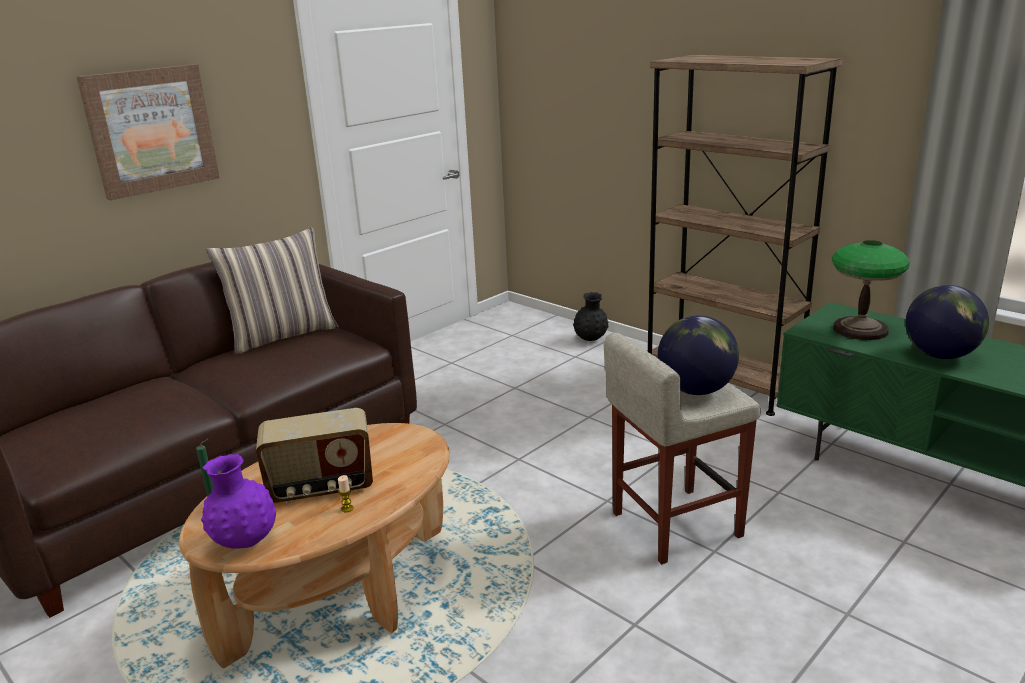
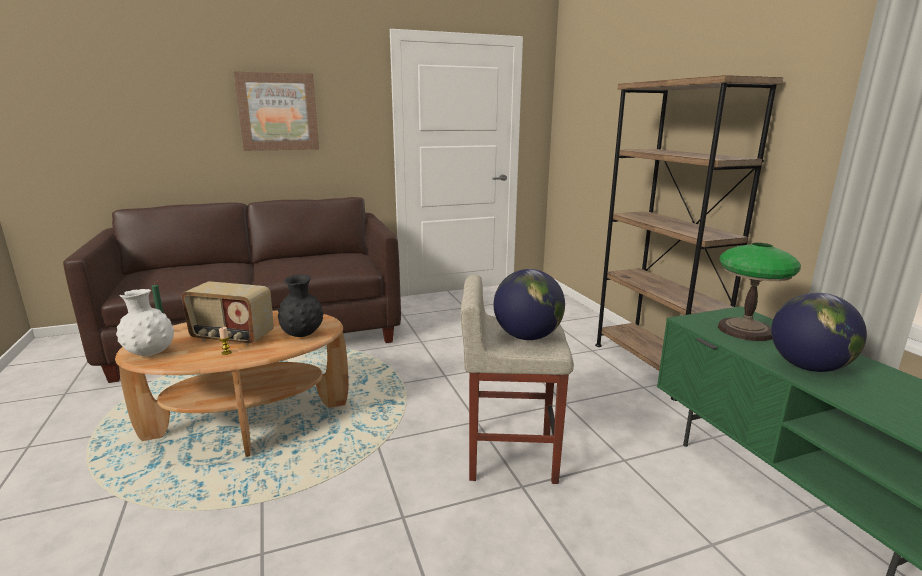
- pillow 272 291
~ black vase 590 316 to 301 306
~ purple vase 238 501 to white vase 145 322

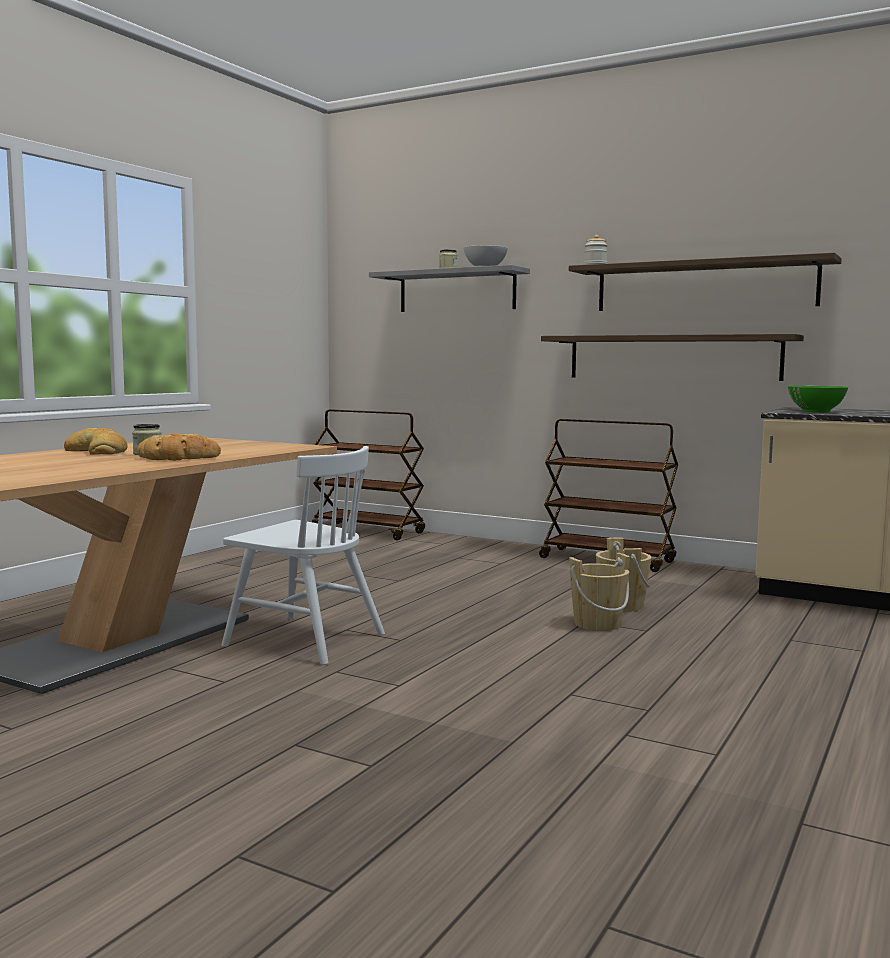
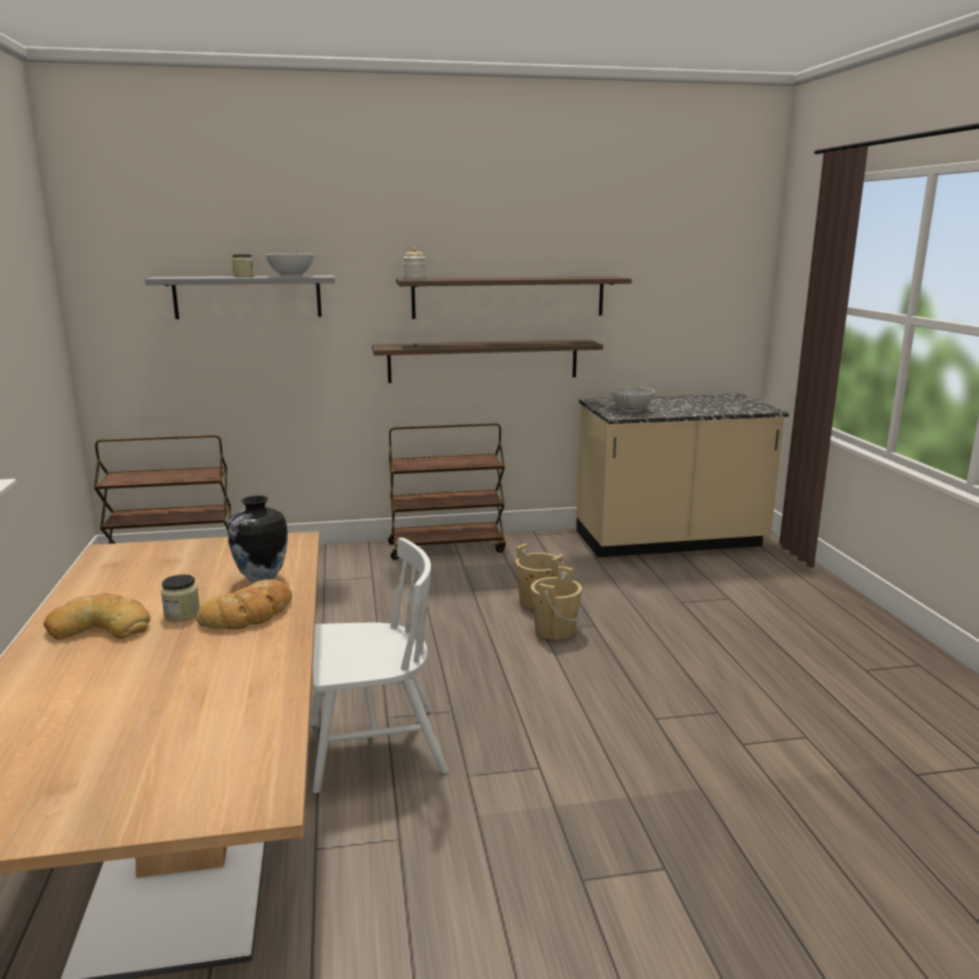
+ vase 257 539
~ green bowl 818 399 to white bowl 632 399

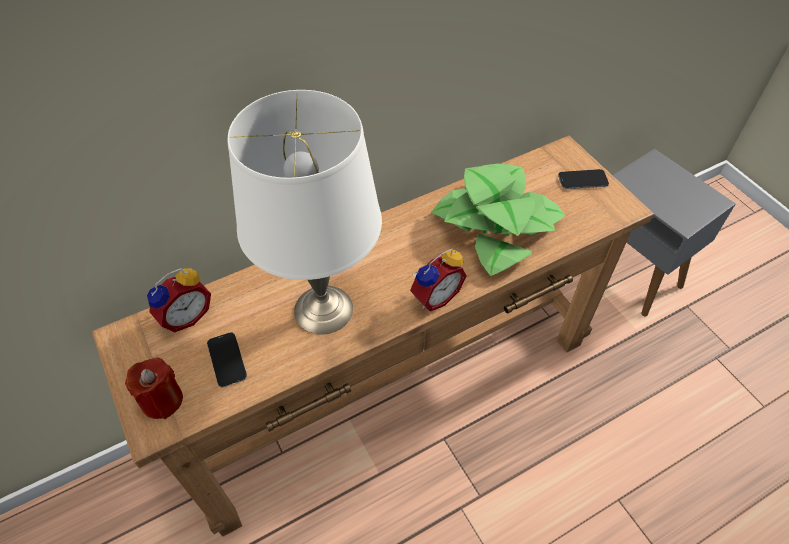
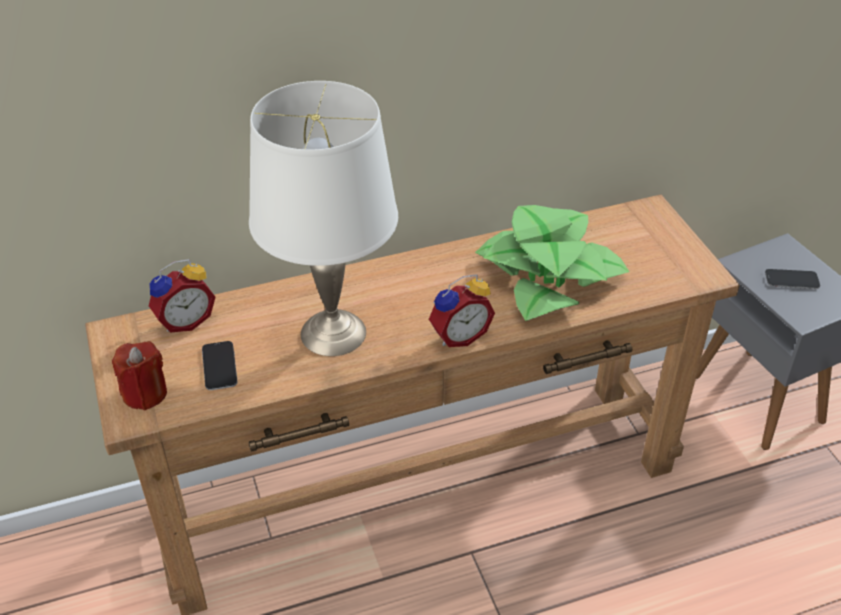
~ phone 583 179 to 792 279

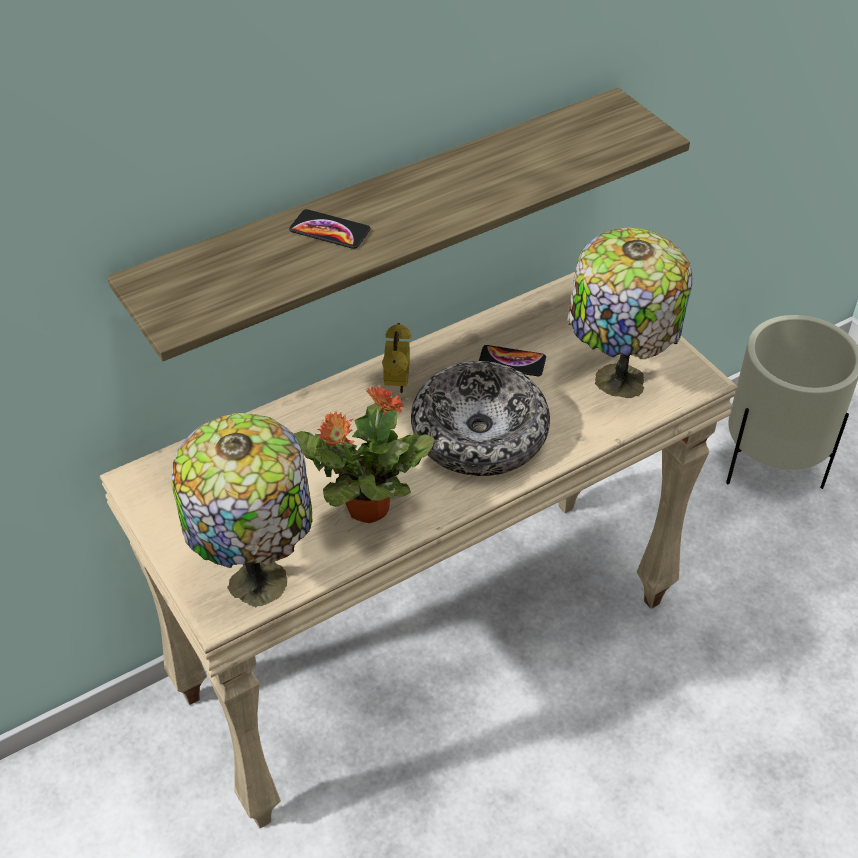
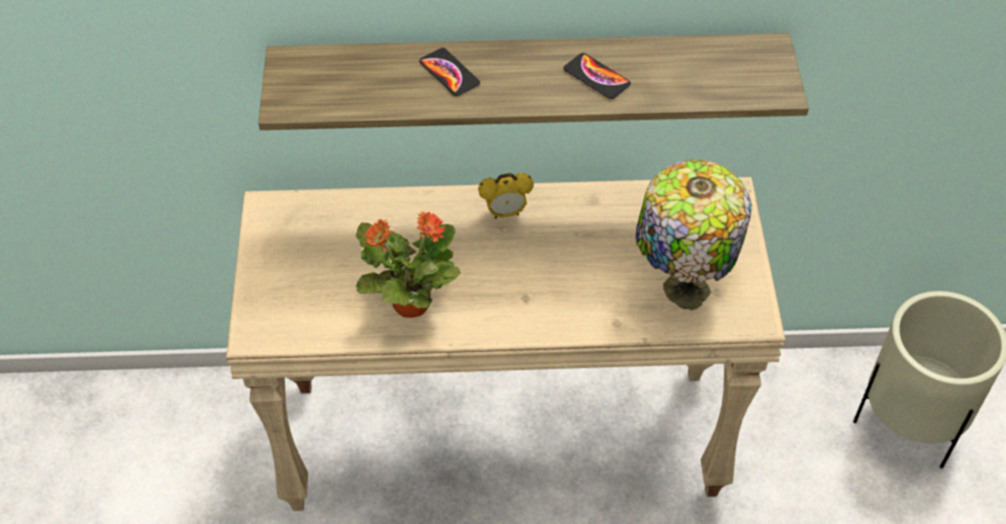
- table lamp 242 510
- bowl 480 418
~ phone 512 360 to 597 76
~ alarm clock 396 358 = 506 196 45 degrees clockwise

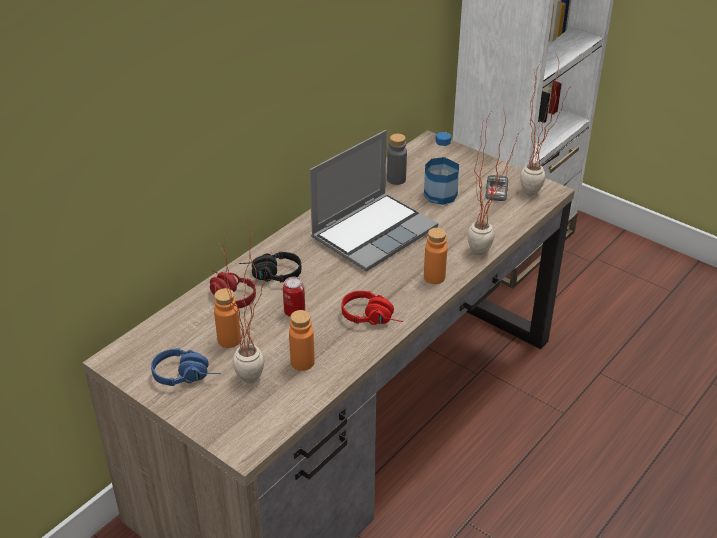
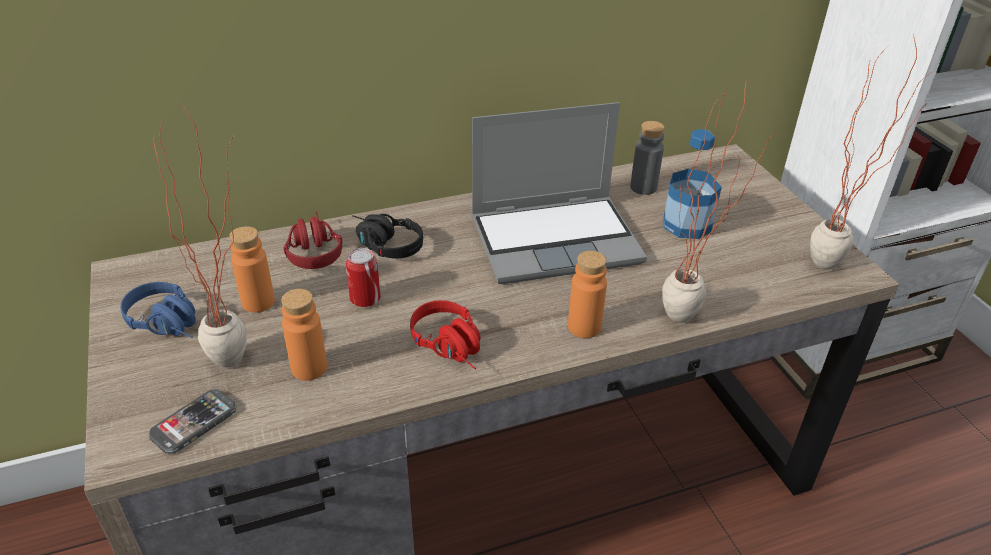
~ phone 496 188 to 192 421

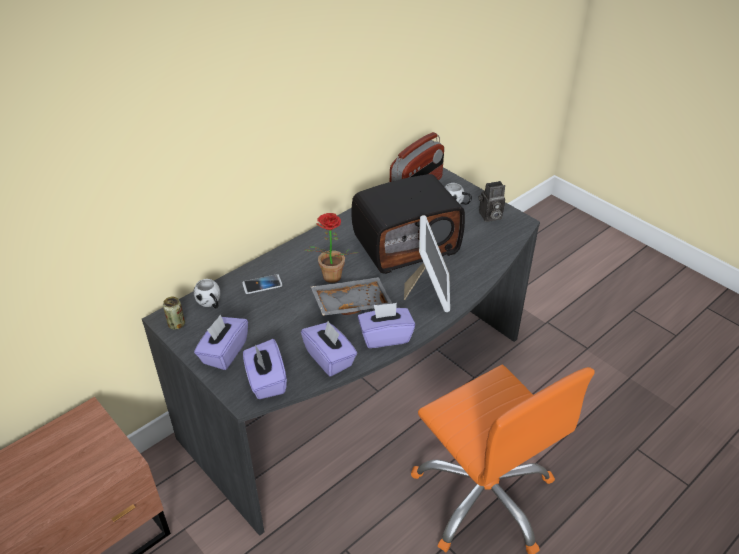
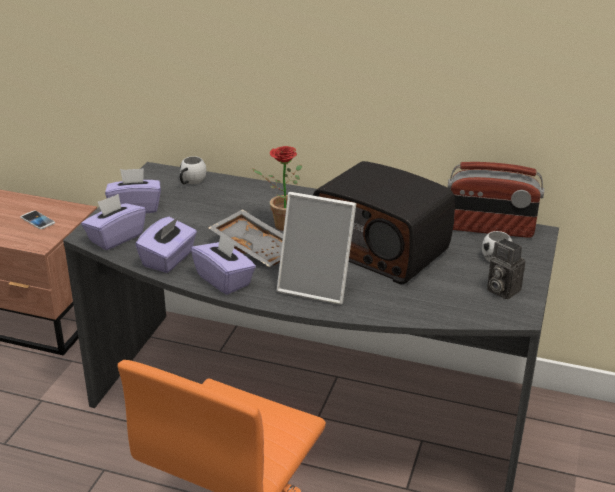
- can 174 313
~ phone 262 284 to 37 219
~ picture frame 427 263 = 316 248 45 degrees clockwise

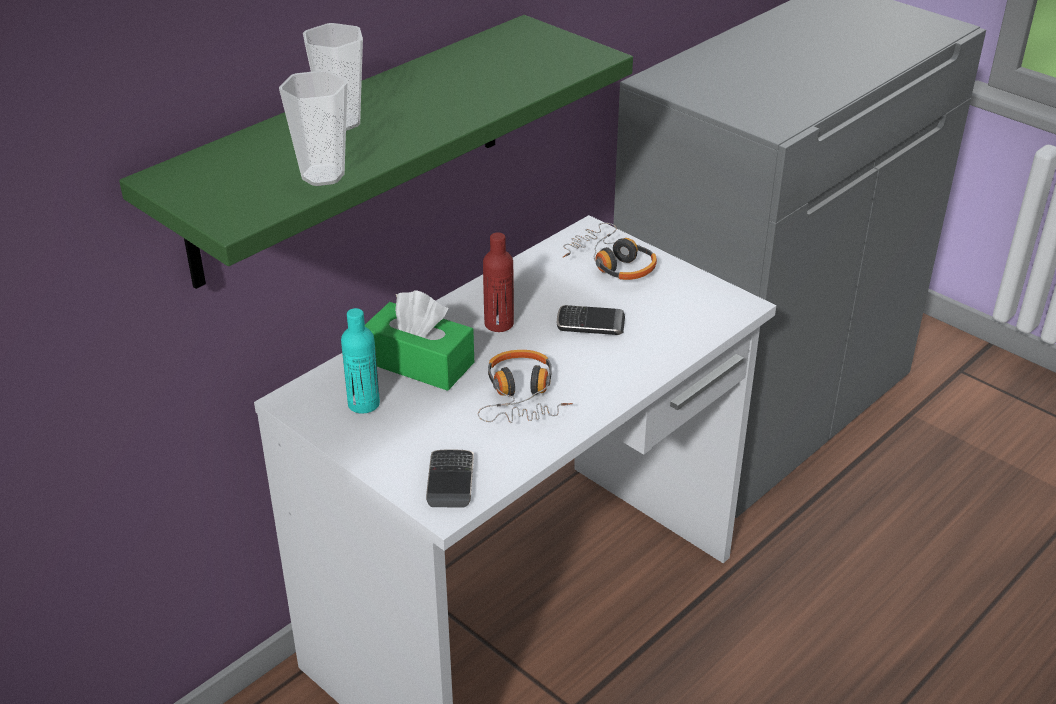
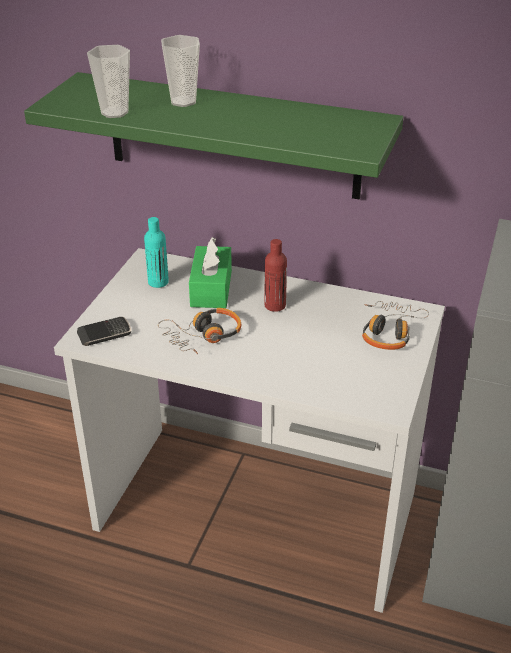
- phone 591 320

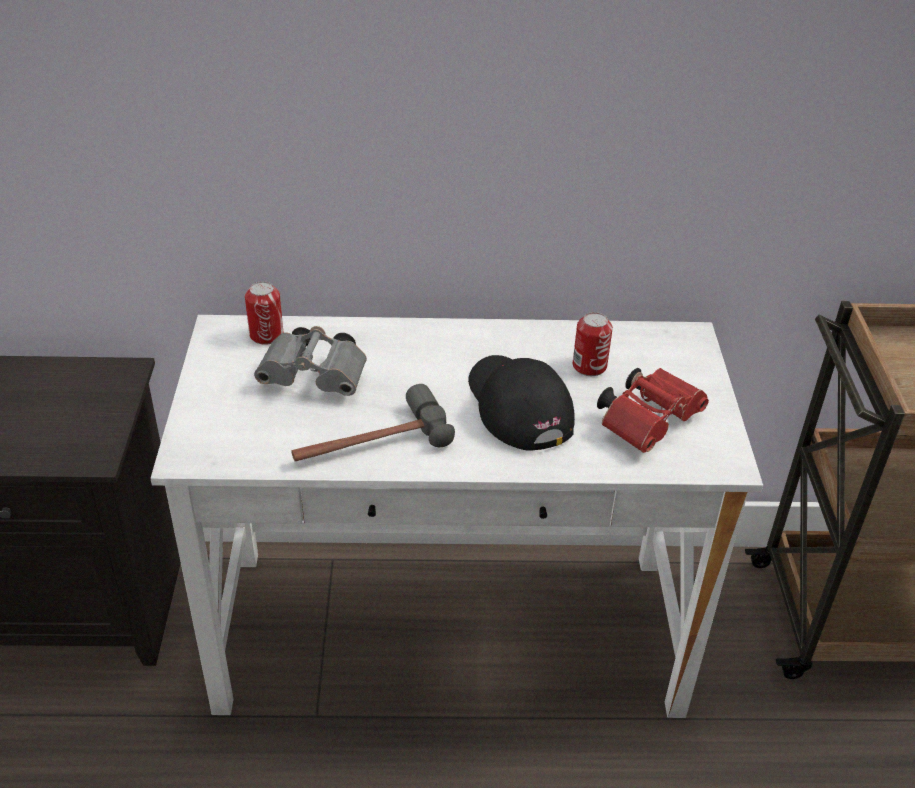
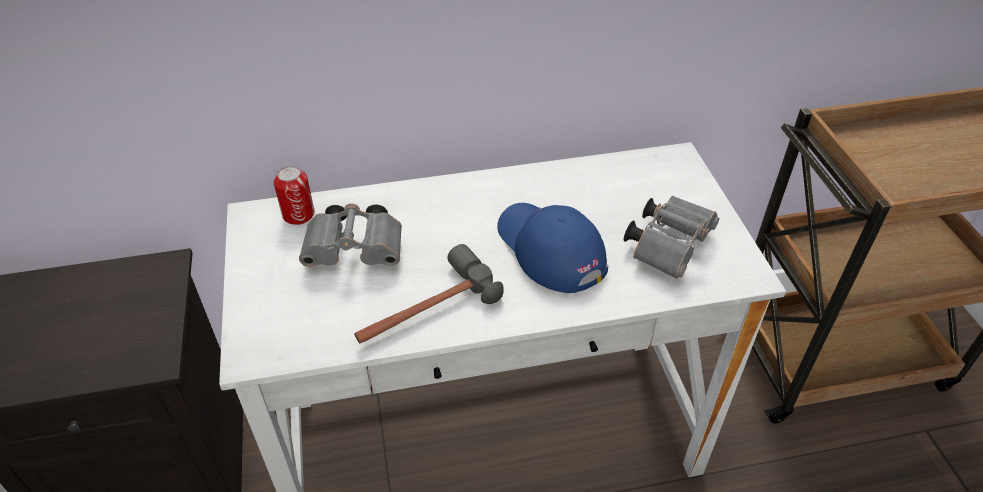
- can 593 344
~ black cap 521 403 to blue cap 552 248
~ red binoculars 653 410 to grey binoculars 671 237

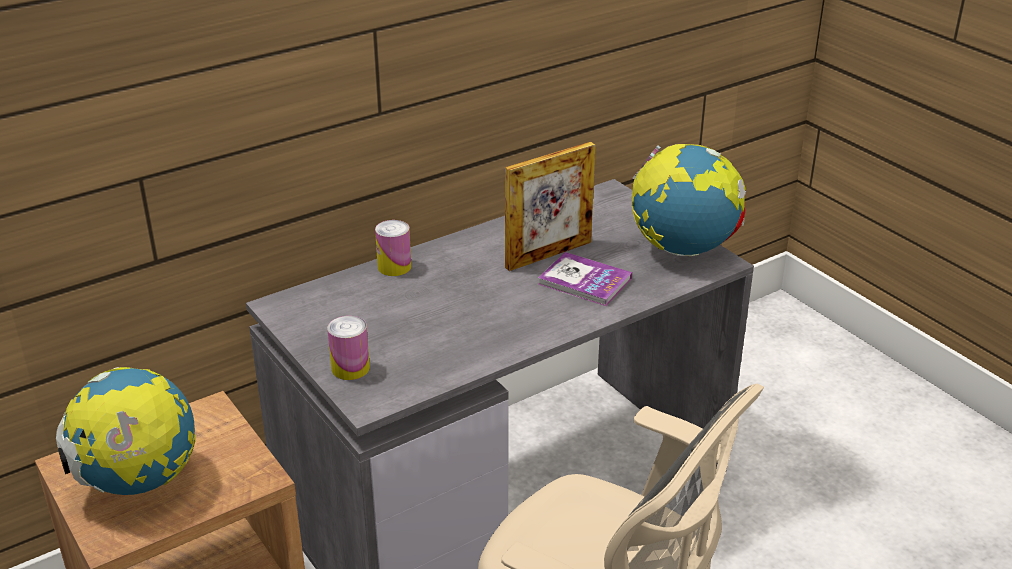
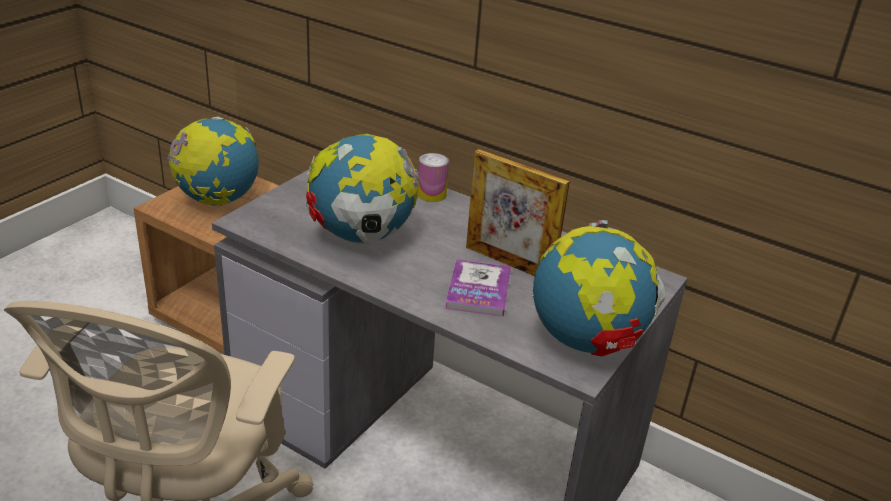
- can 348 348
+ globe 362 189

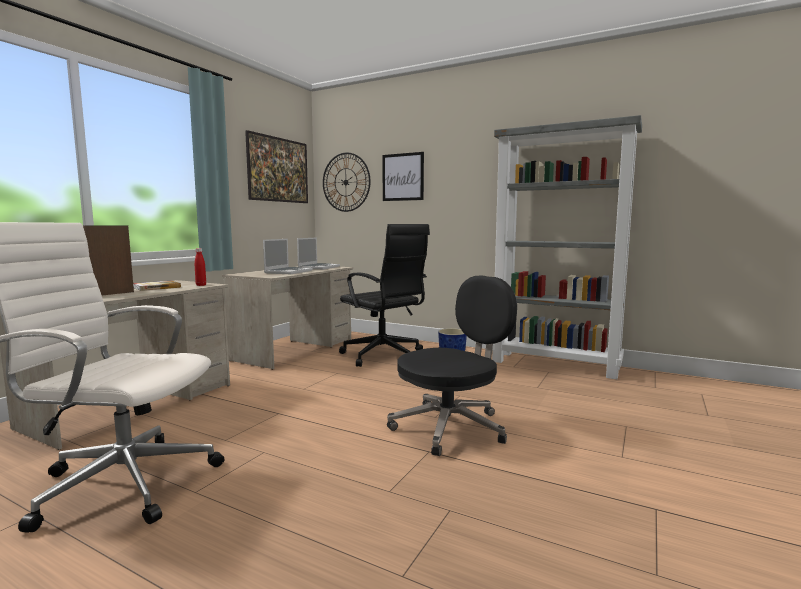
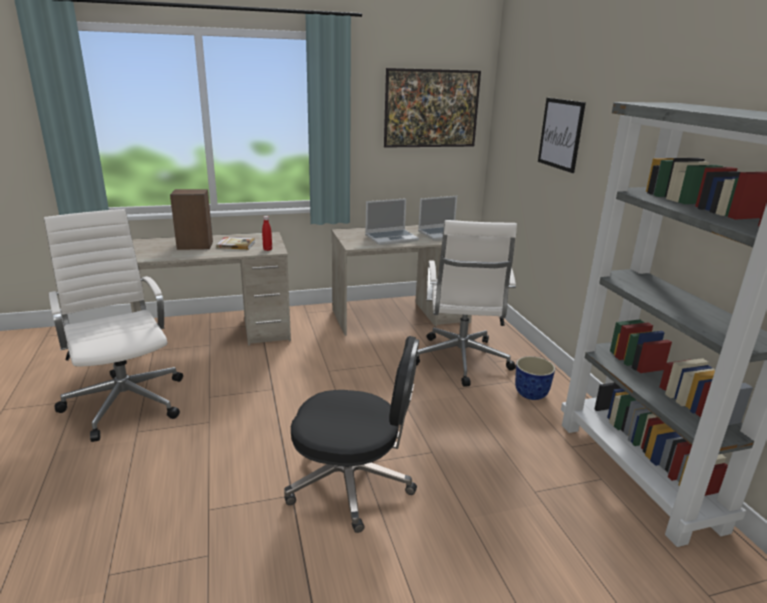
- wall clock 347 182
~ black office chair 384 295 to white office chair 466 303

